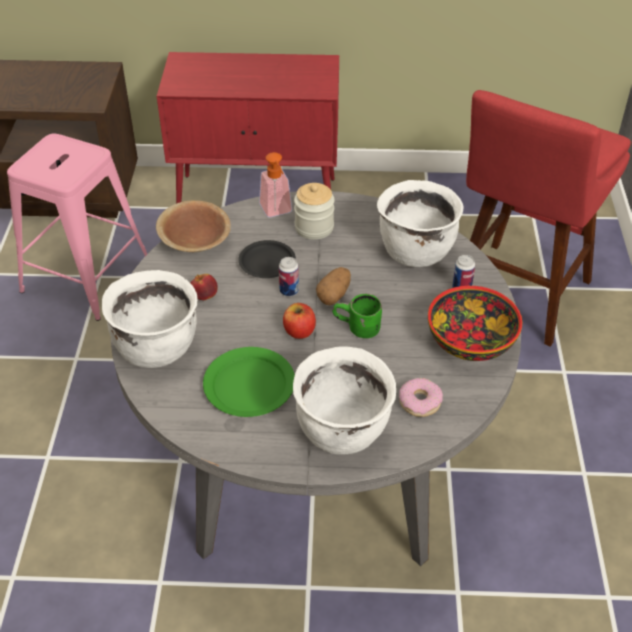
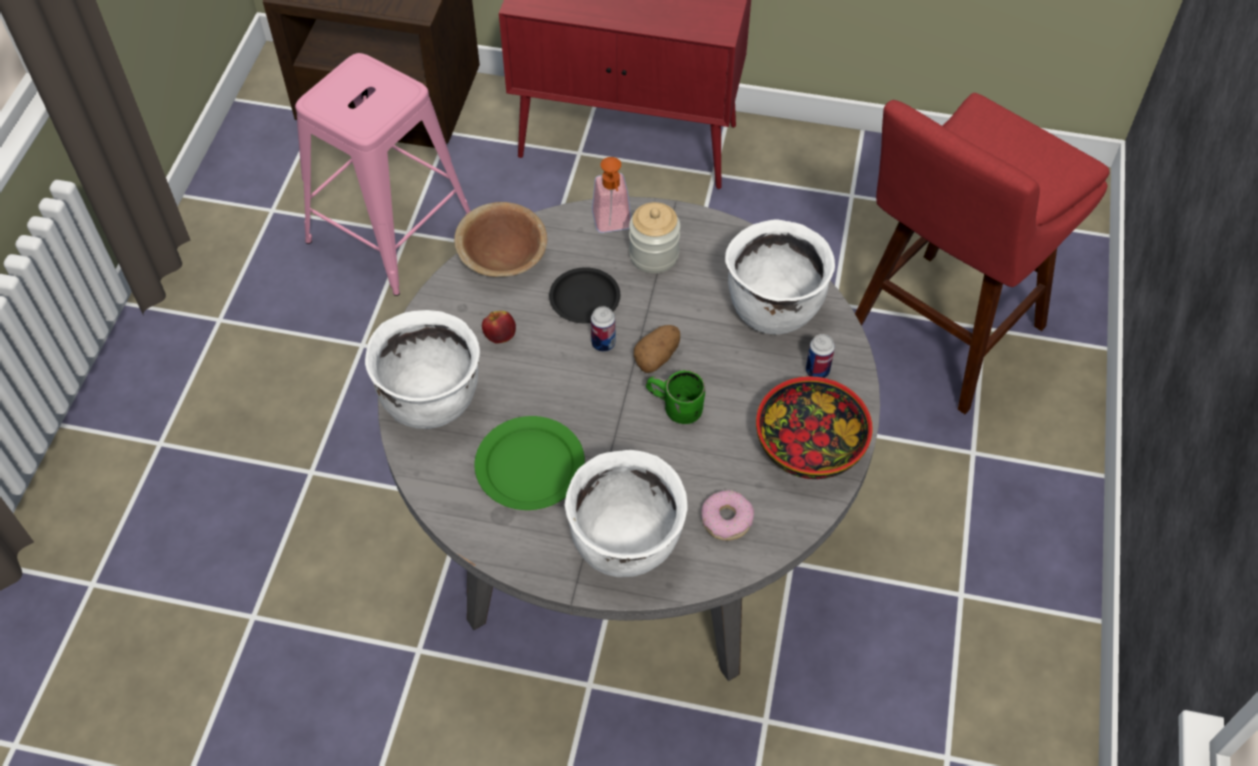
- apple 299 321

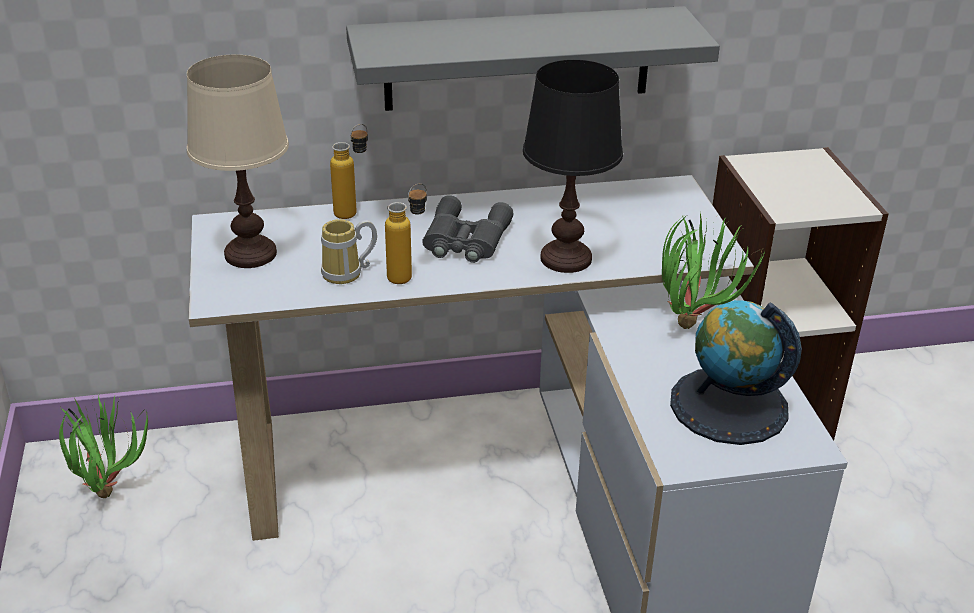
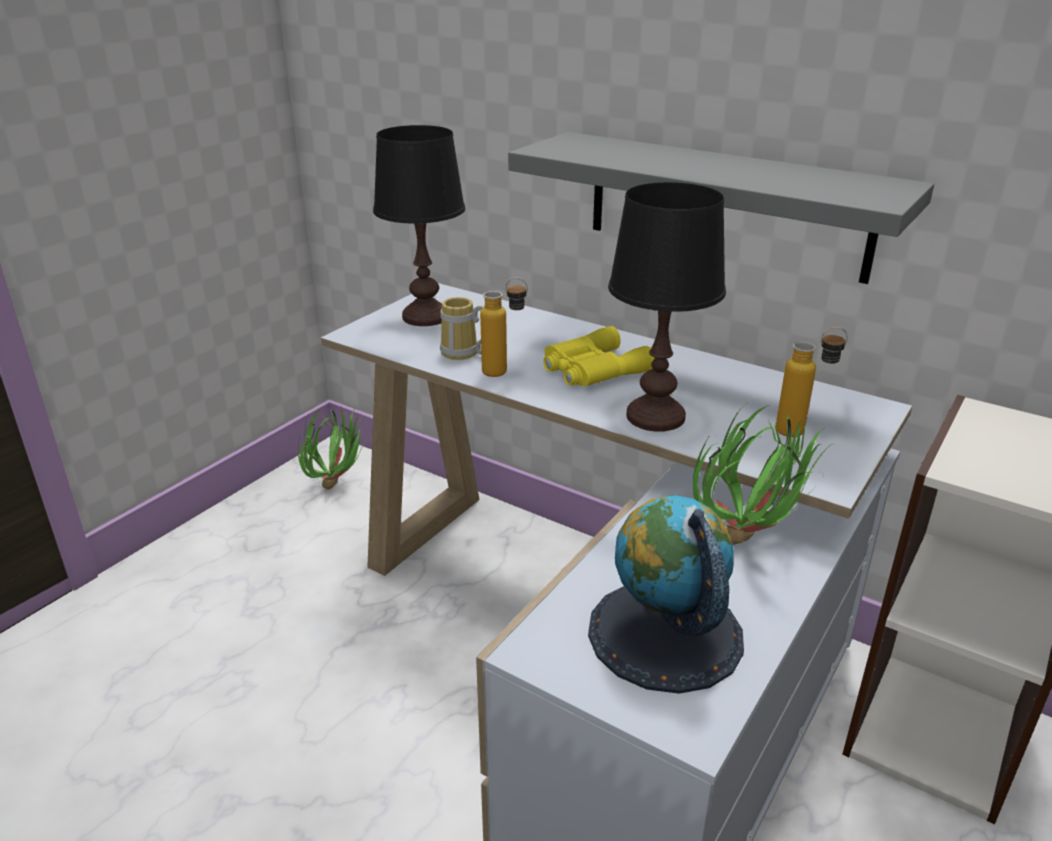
~ bottle 349 171 to 812 382
~ beige table lamp 238 161 to black table lamp 419 225
~ grey binoculars 468 229 to yellow binoculars 599 356

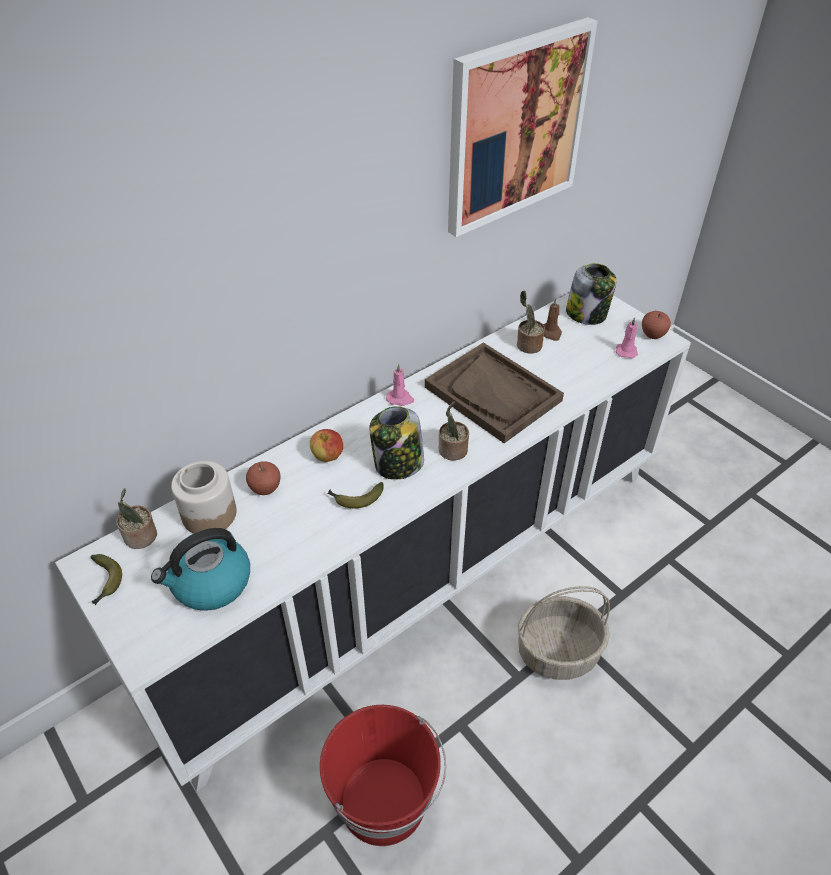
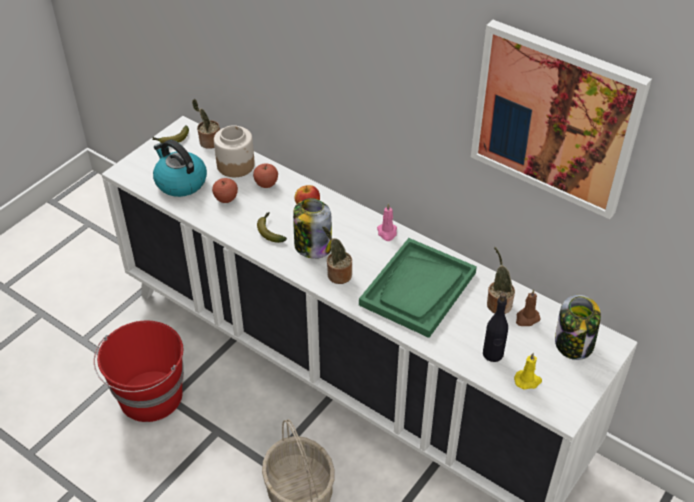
+ black bottle 495 327
~ apple 656 325 to 225 190
~ brown tray 494 392 to green tray 418 288
~ pink candle 627 337 to yellow candle 528 371

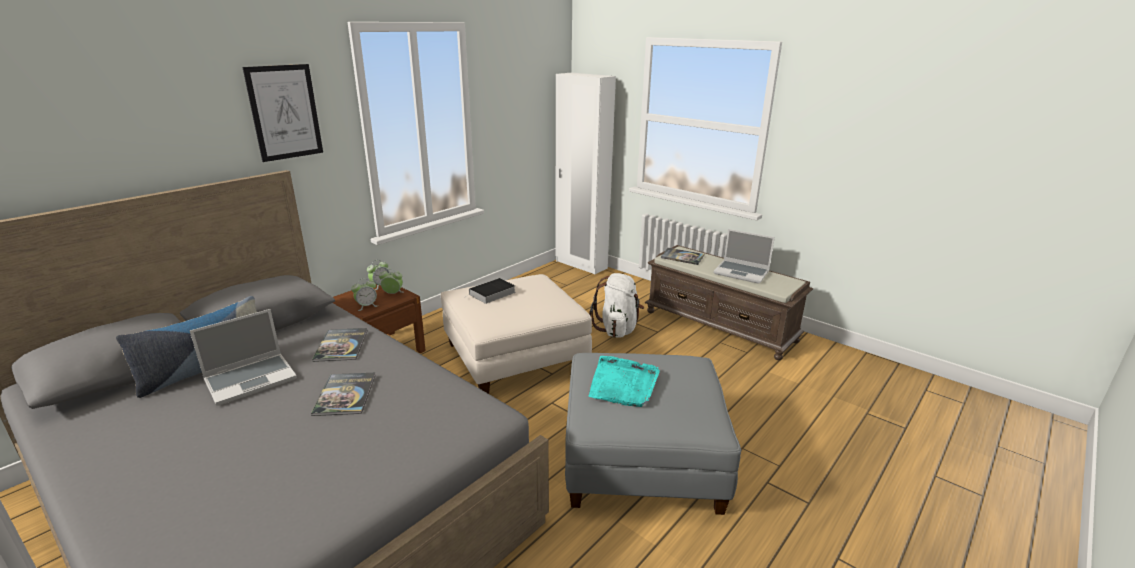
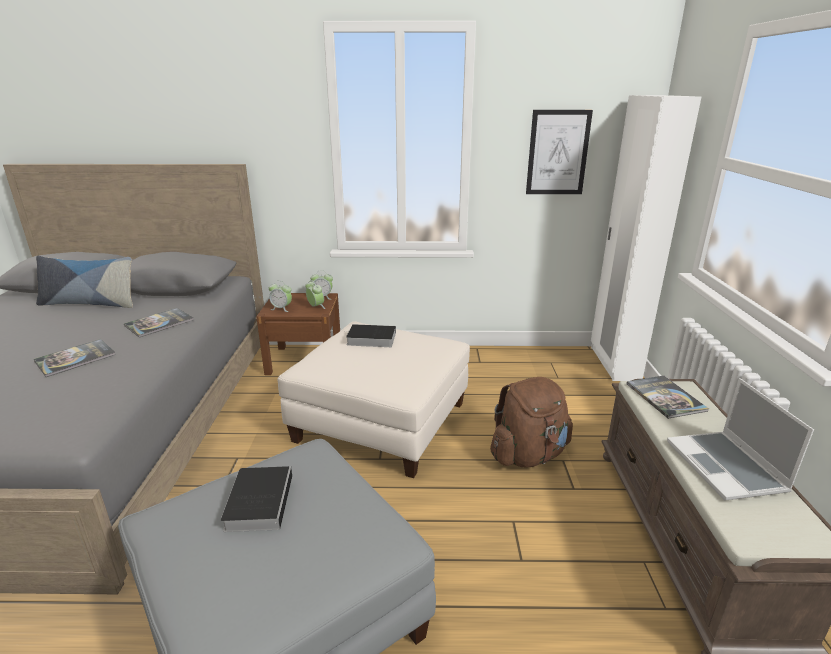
- laptop 243 357
~ picture 282 113 to 559 152
~ turquoise tray 624 381 to book 256 499
~ white backpack 616 305 to brown backpack 531 422

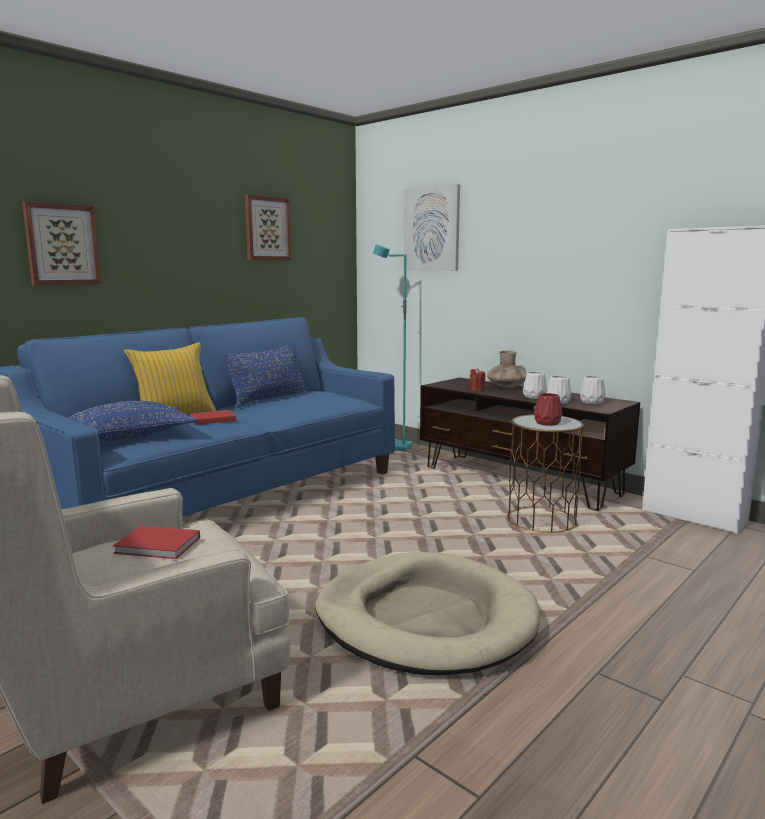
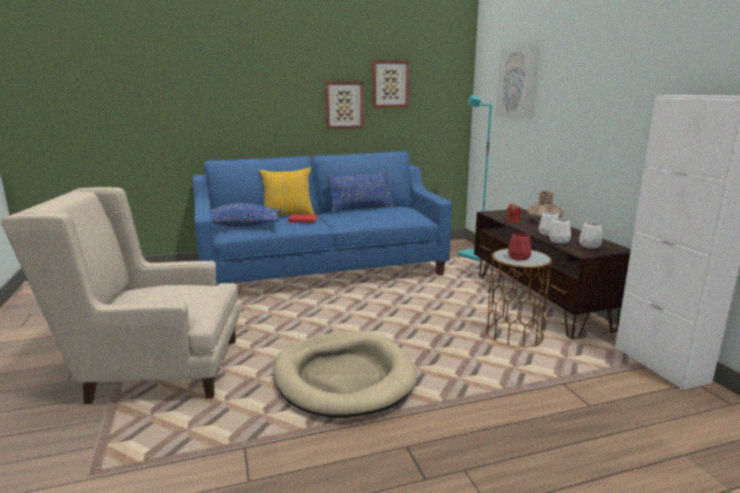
- red book 156 542
~ picture 61 243 to 344 105

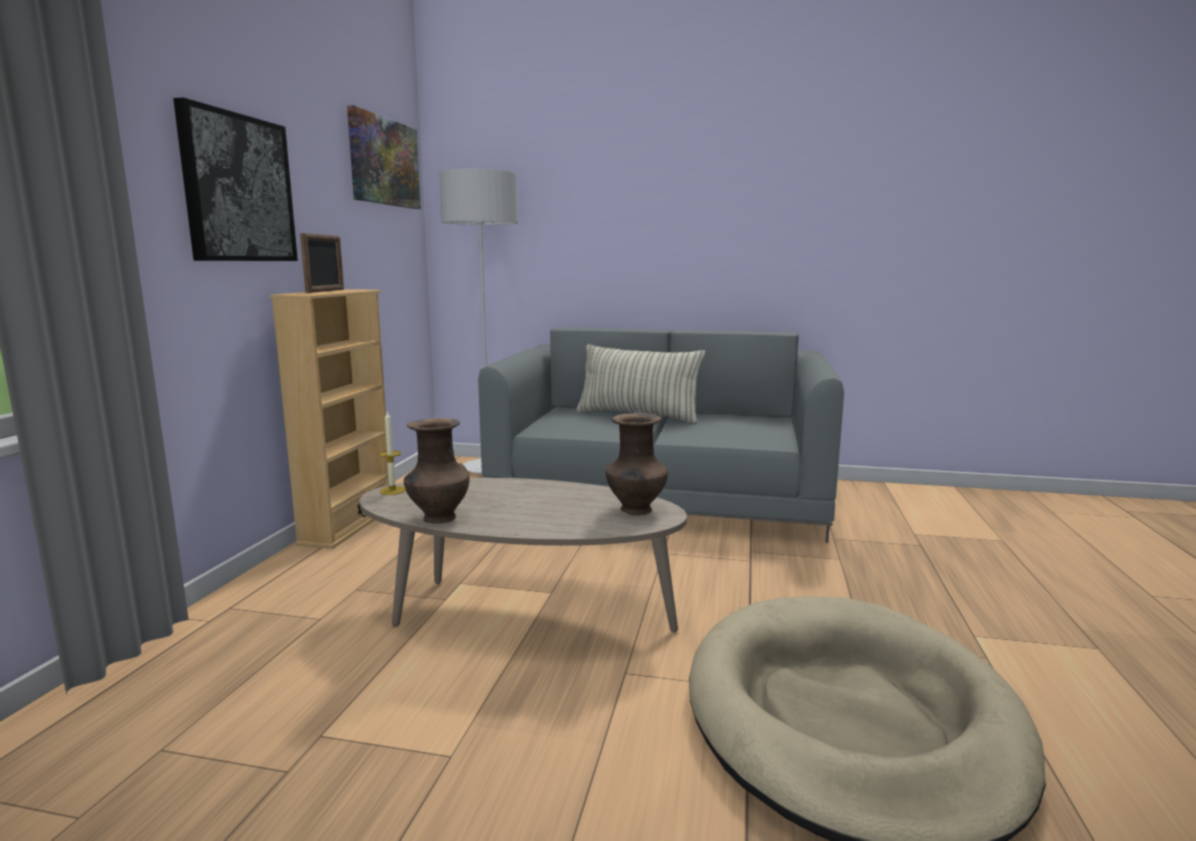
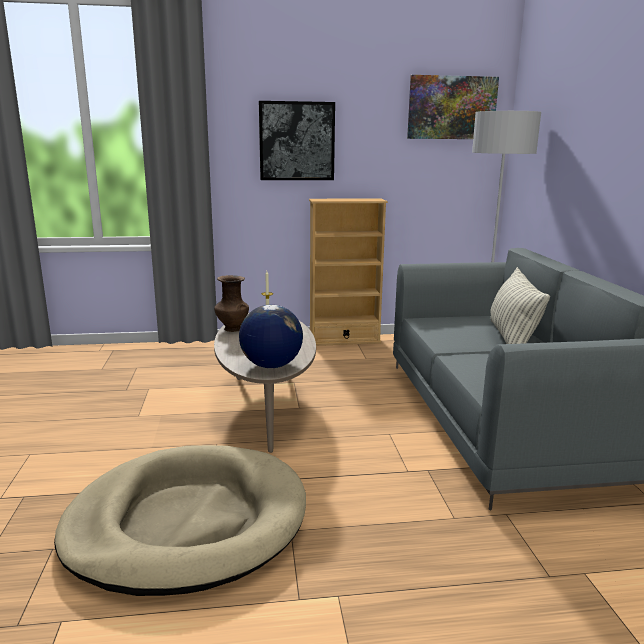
- picture frame 322 263
~ brown vase 637 464 to globe 271 336

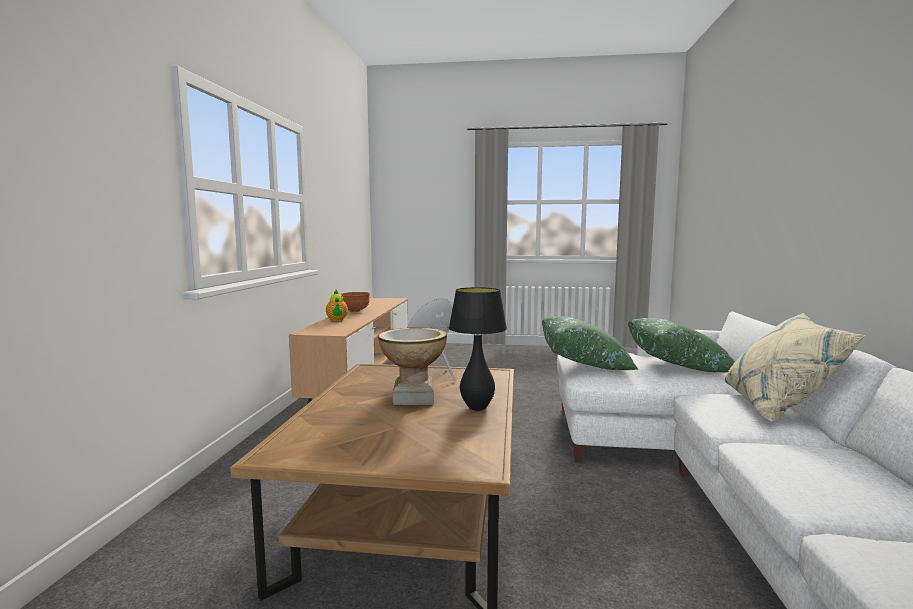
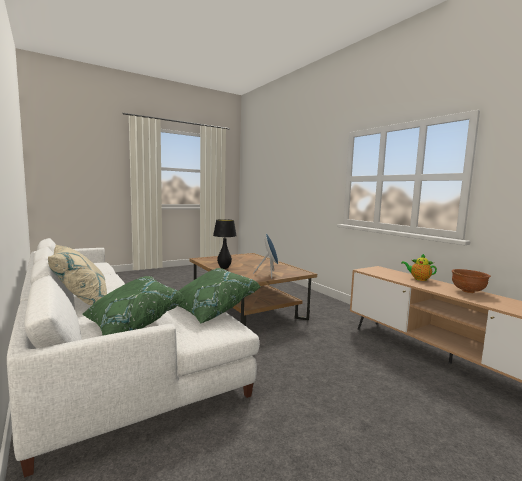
- vase 412 366

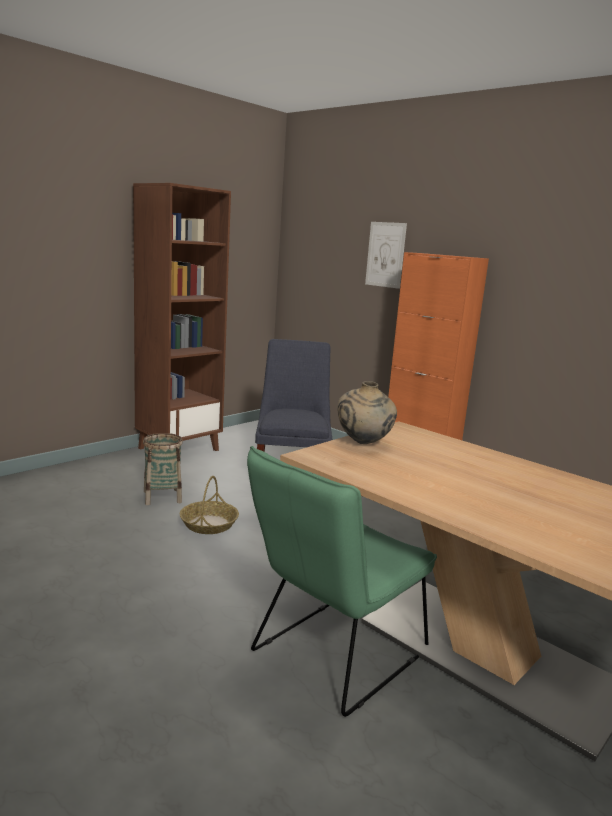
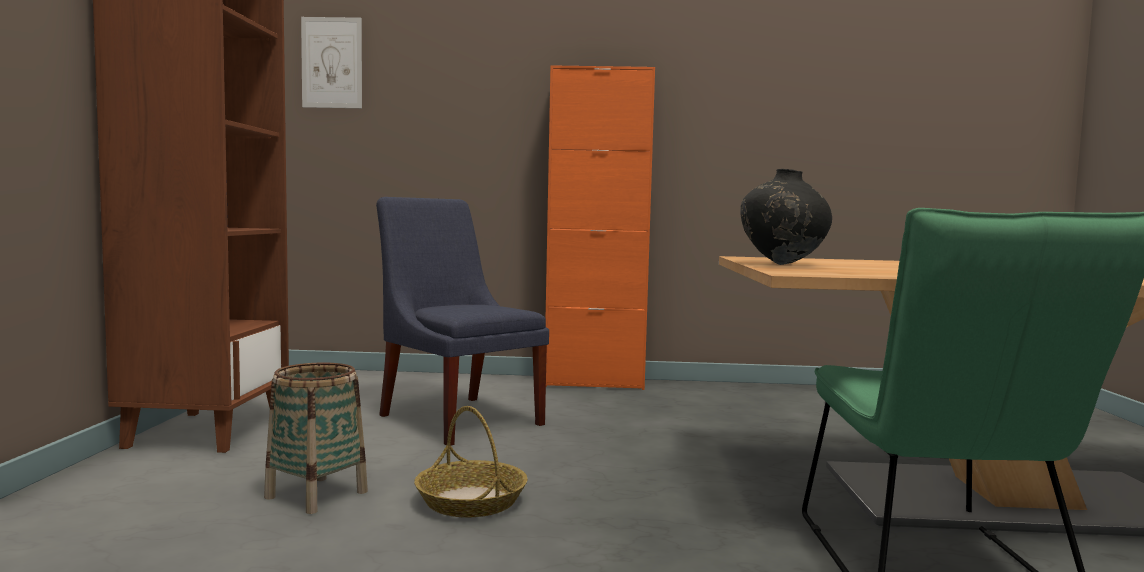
~ picture 386 255 to 331 62
~ beige vase 367 412 to black vase 786 217

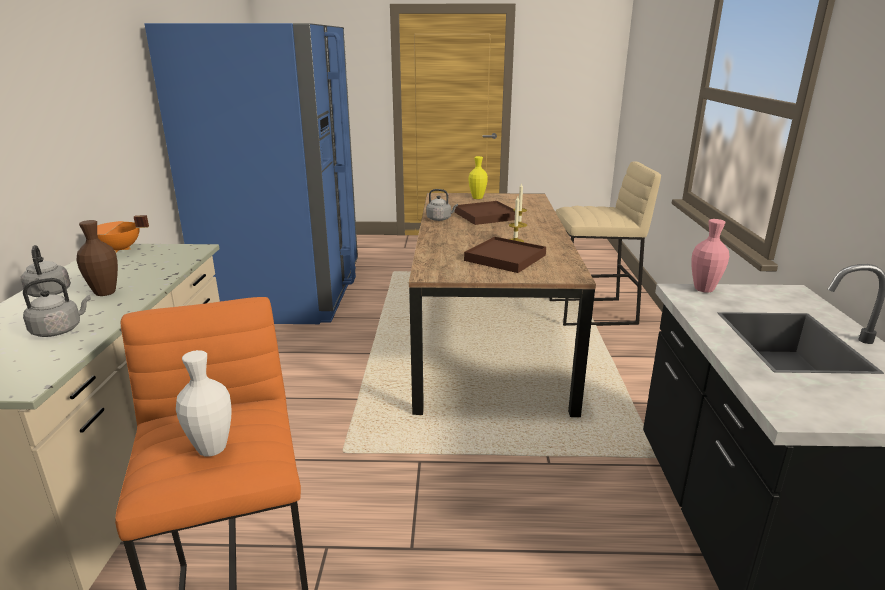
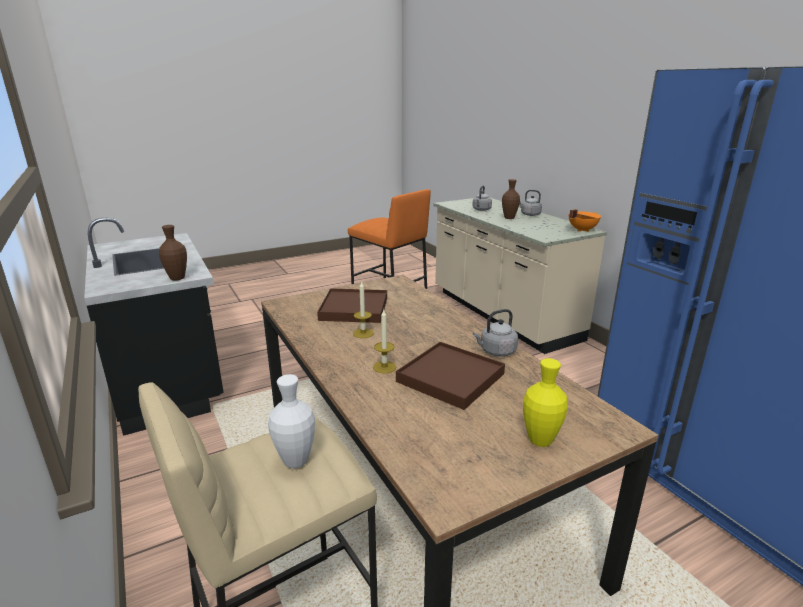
~ white vase 203 403 to 291 421
~ pink vase 710 256 to brown vase 173 252

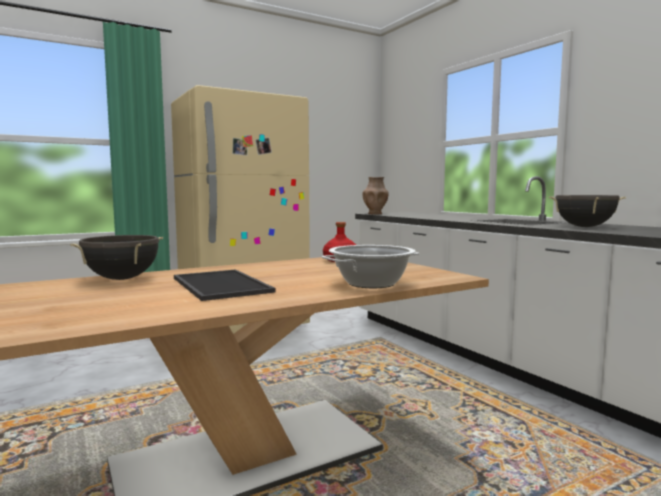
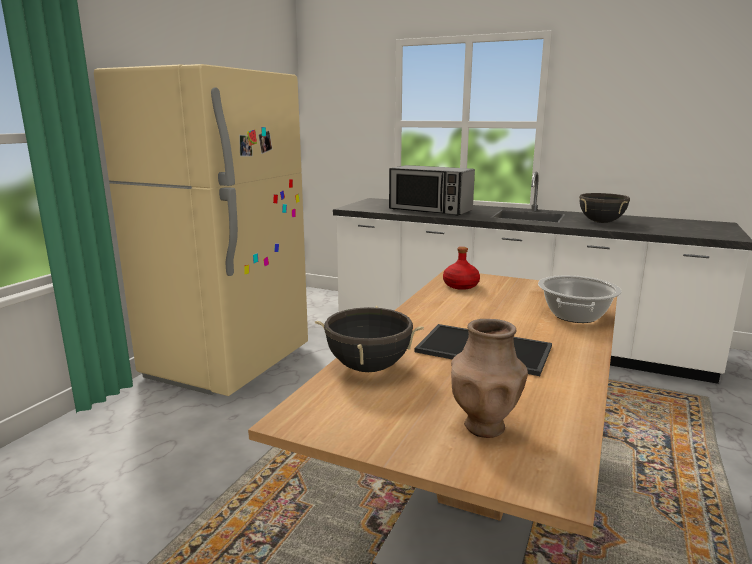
+ microwave 432 190
~ brown vase 376 195 to 489 378

